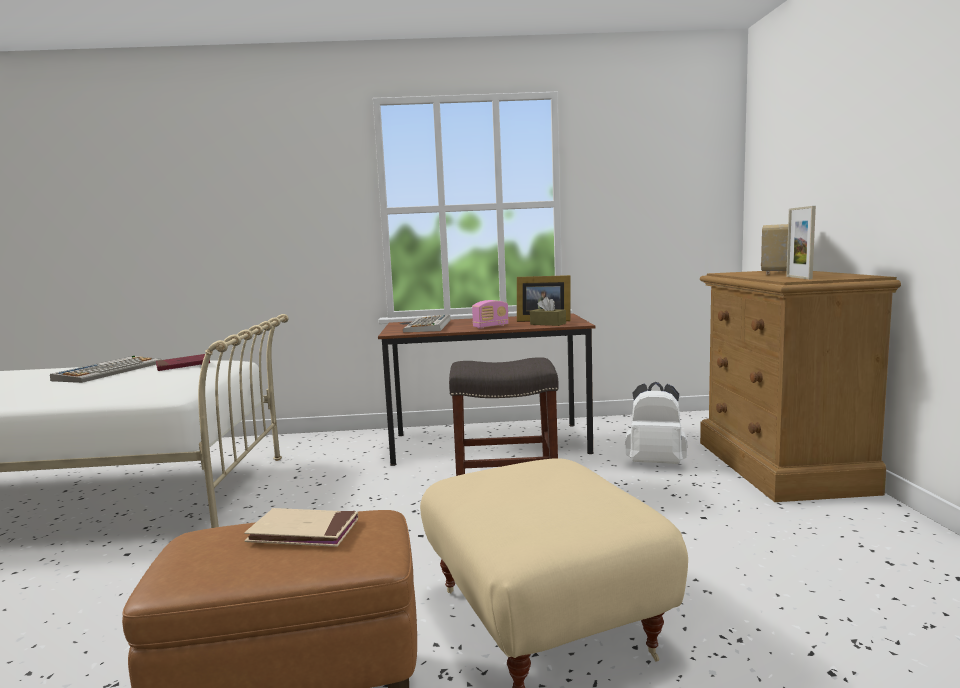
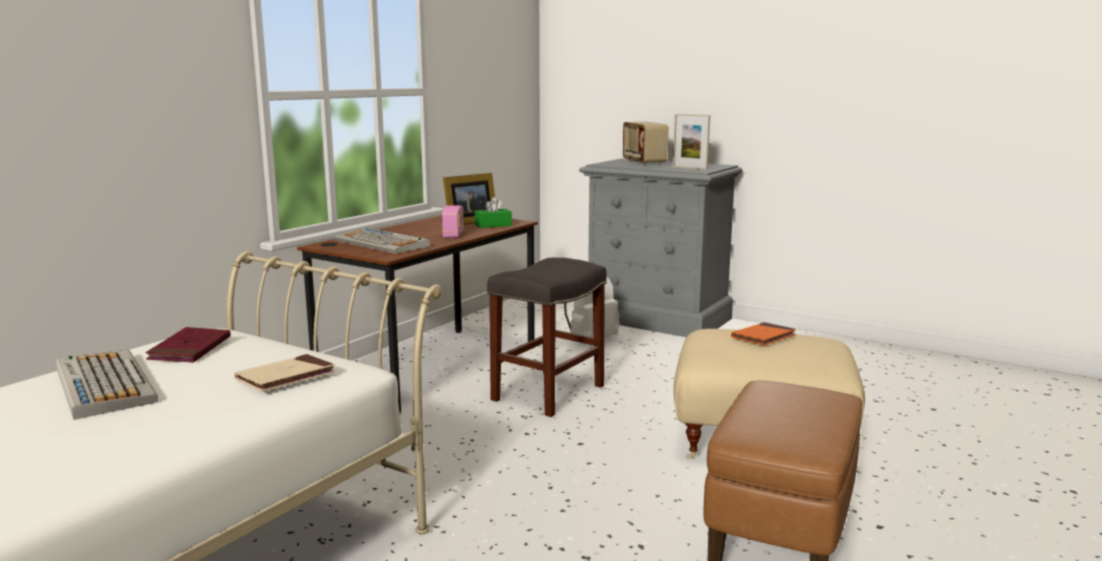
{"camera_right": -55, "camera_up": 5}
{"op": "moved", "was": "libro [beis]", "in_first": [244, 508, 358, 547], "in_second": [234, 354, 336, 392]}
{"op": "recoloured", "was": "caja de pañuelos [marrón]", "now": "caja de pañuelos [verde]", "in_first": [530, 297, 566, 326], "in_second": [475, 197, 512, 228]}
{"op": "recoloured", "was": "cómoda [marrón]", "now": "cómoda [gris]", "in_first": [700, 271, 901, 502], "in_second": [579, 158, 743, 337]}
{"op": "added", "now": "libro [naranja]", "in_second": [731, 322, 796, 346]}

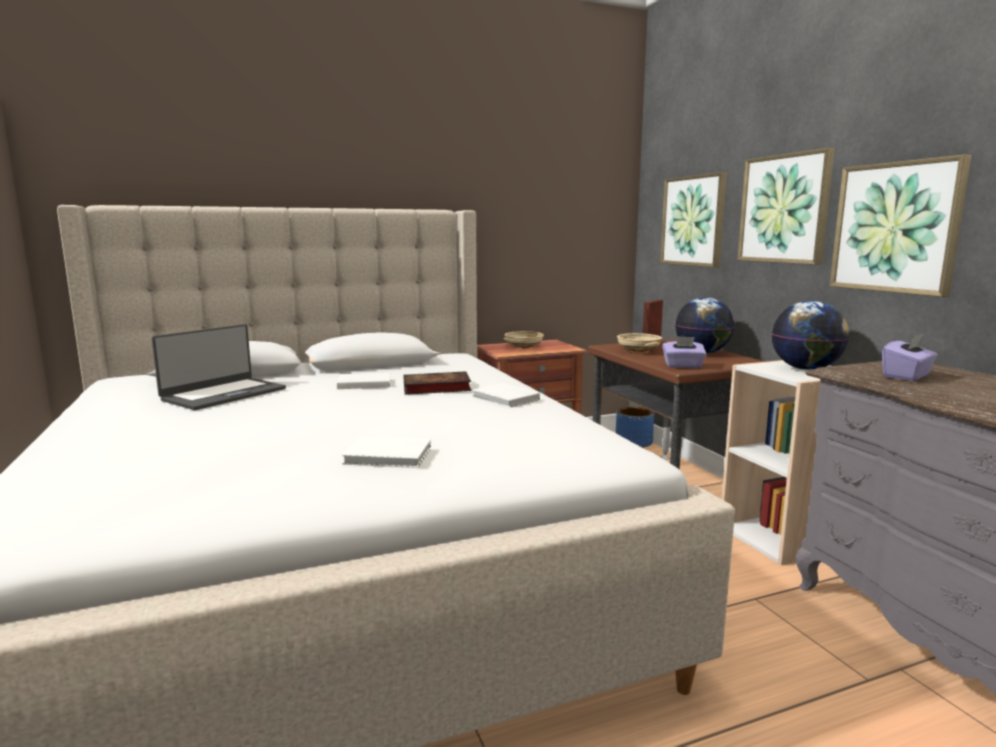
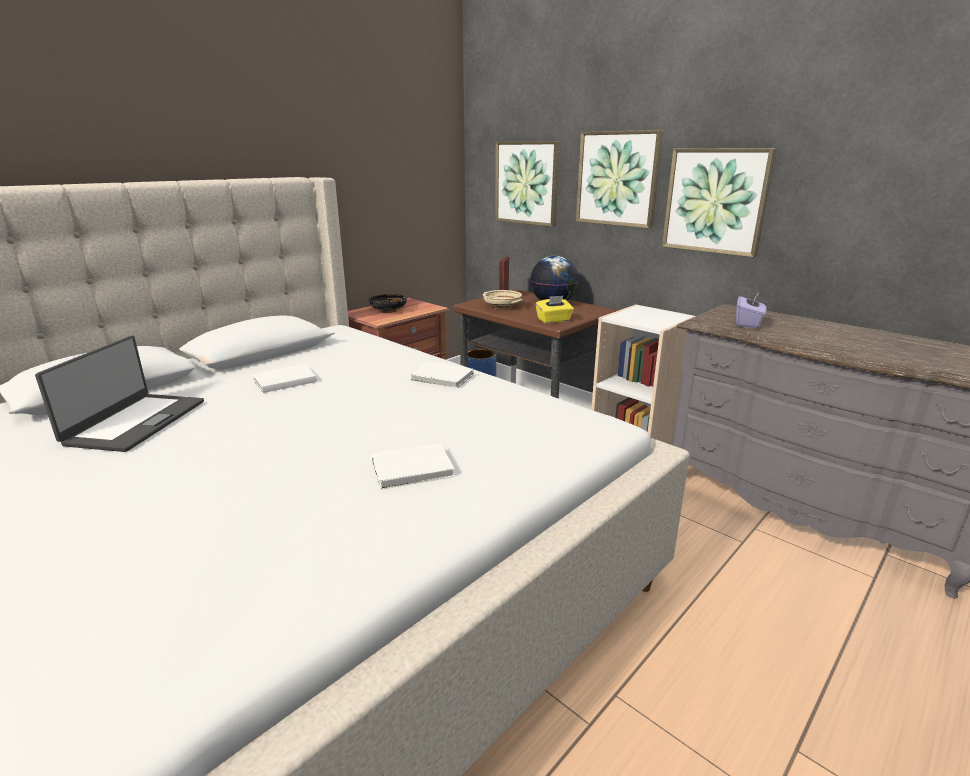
{"camera_right": -25, "camera_up": 10}
{"op": "recoloured", "was": "cuenco [beis]", "now": "cuenco [negro]", "in_first": [503, 331, 544, 349], "in_second": [369, 294, 407, 313]}
{"op": "recoloured", "was": "caja de pañuelos [morado]", "now": "caja de pañuelos [amarillo]", "in_first": [662, 336, 707, 368], "in_second": [535, 295, 574, 323]}
{"op": "removed", "was": "libro", "in_first": [403, 371, 471, 395]}
{"op": "removed", "was": "globo terráqueo", "in_first": [772, 301, 849, 370]}

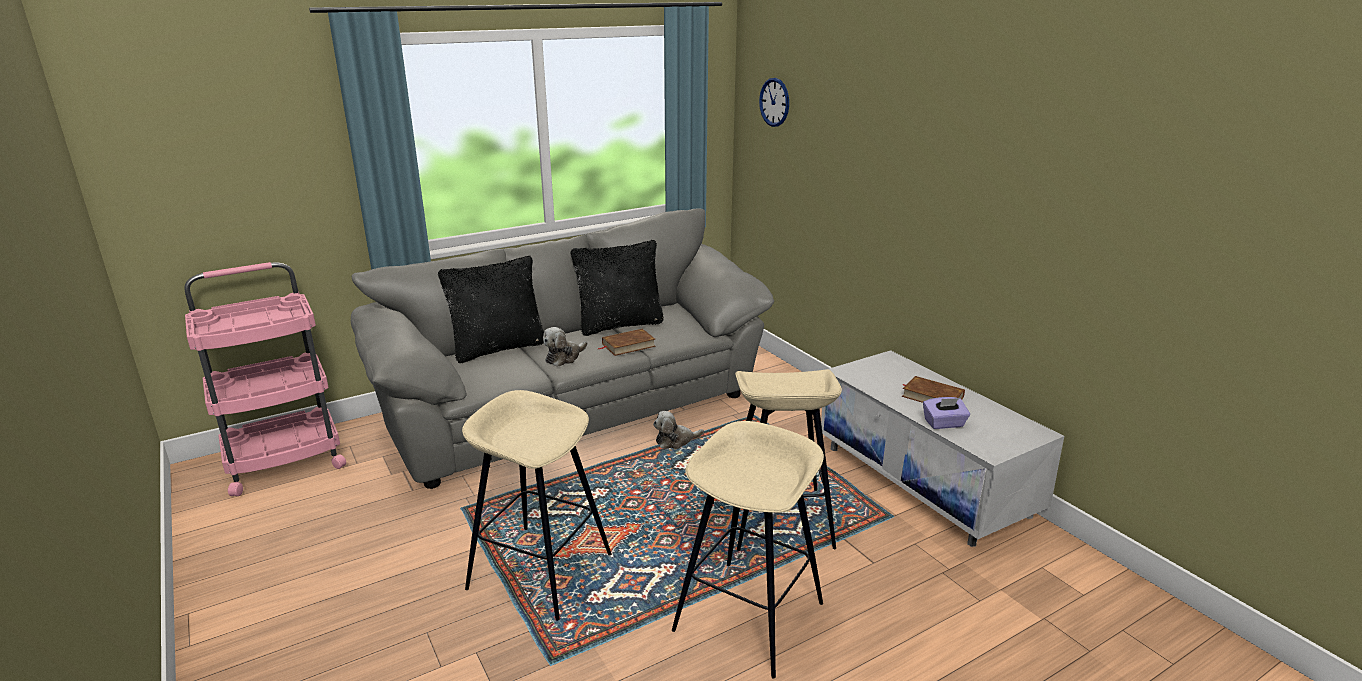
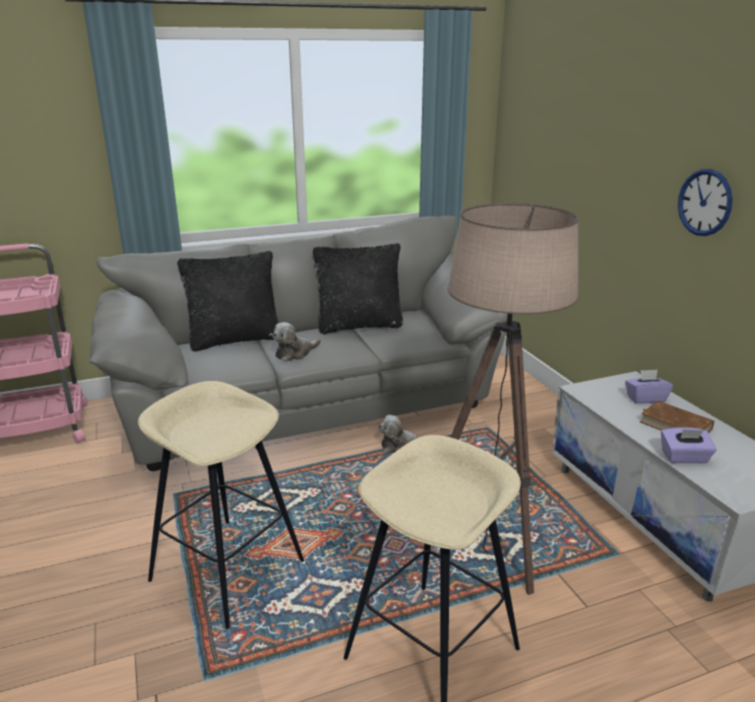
{"camera_right": 10, "camera_up": 0}
{"op": "replaced", "was": "taburete [beis]", "now": "lámpara de pie", "in_first": [735, 369, 842, 551], "in_second": [448, 203, 579, 595]}
{"op": "added", "now": "caja de pañuelos [morado]", "in_second": [625, 370, 673, 404]}
{"op": "moved", "was": "reloj de pared", "in_first": [759, 78, 789, 127], "in_second": [678, 169, 733, 236]}
{"op": "removed", "was": "libro [marrón]", "in_first": [597, 329, 656, 356]}

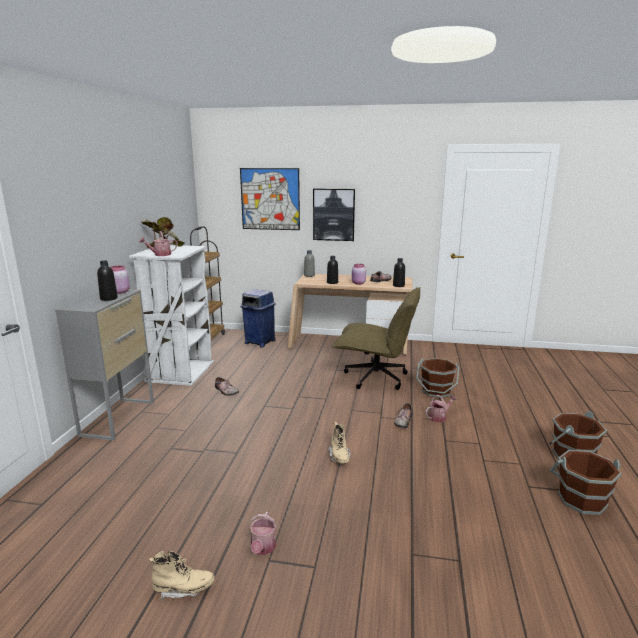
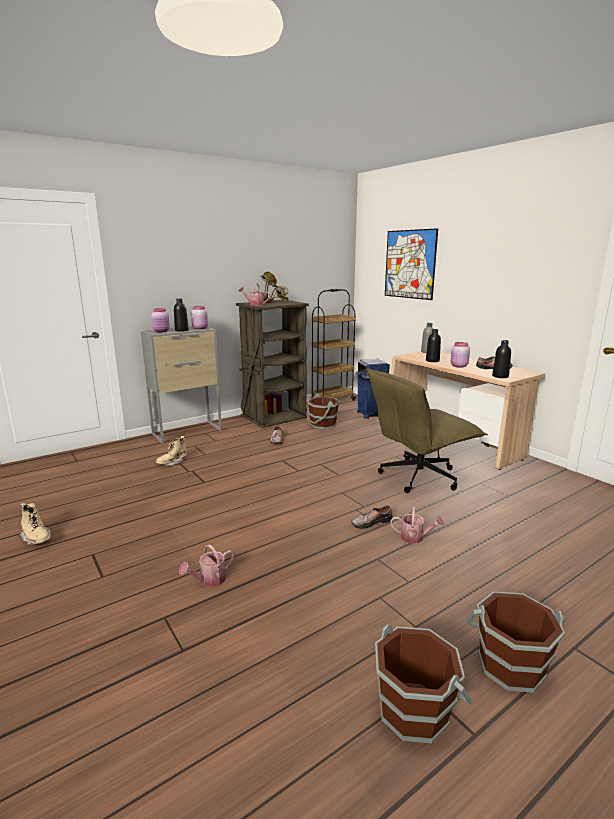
{"camera_right": 45, "camera_up": 0}
{"op": "added", "now": "tarro [rosa]", "in_second": [151, 308, 170, 332]}
{"op": "moved", "was": "bota [beis]", "in_first": [328, 422, 351, 463], "in_second": [156, 436, 187, 466]}
{"op": "moved", "was": "regadera", "in_first": [249, 512, 277, 555], "in_second": [179, 544, 234, 587]}
{"op": "recoloured", "was": "estantería [blanco]", "now": "estantería [marrón]", "in_first": [129, 245, 214, 386], "in_second": [236, 300, 309, 428]}
{"op": "moved", "was": "cubo [marrón]", "in_first": [416, 358, 460, 398], "in_second": [307, 393, 340, 429]}
{"op": "turned", "was": "silla de oficina [beis]", "in_first": [331, 287, 420, 390], "in_second": [366, 368, 488, 493], "clockwise": 90}
{"op": "removed", "was": "cuadro", "in_first": [313, 189, 355, 241]}

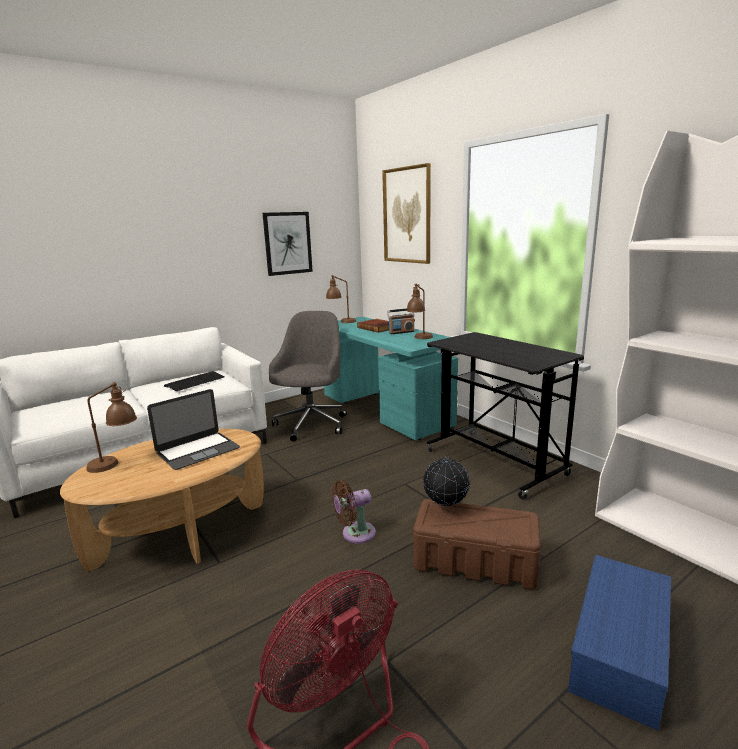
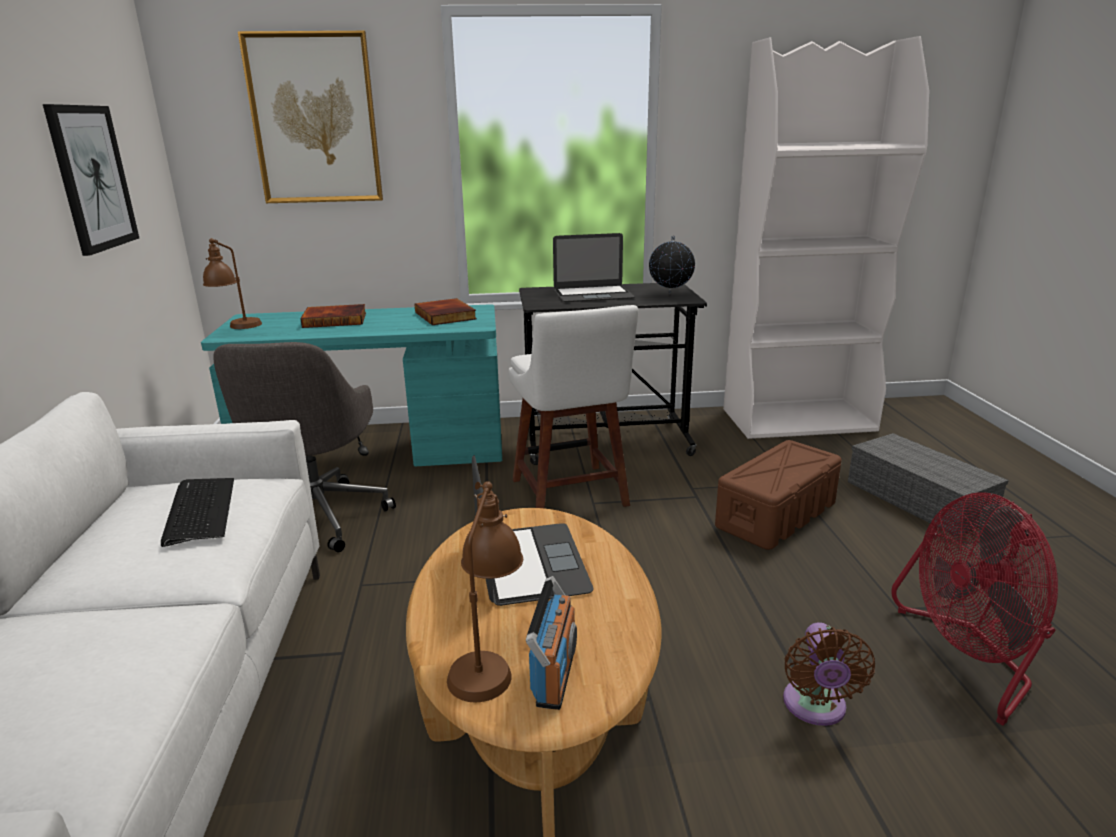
{"camera_right": -60, "camera_up": 5}
{"op": "turned", "was": "silla de oficina [gris]", "in_first": [269, 311, 347, 442], "in_second": [213, 342, 396, 553], "clockwise": -135}
{"op": "replaced", "was": "lámpara de mesa [marrón]", "now": "libro", "in_first": [407, 284, 433, 339], "in_second": [414, 298, 477, 325]}
{"op": "added", "now": "taburete [blanco]", "in_second": [508, 305, 639, 508]}
{"op": "moved", "was": "radio", "in_first": [387, 309, 415, 334], "in_second": [526, 576, 577, 710]}
{"op": "added", "now": "portátil", "in_second": [553, 233, 635, 302]}
{"op": "moved", "was": "globo terráqueo", "in_first": [423, 456, 470, 508], "in_second": [649, 236, 695, 294]}
{"op": "moved", "was": "ventilador [marrón]", "in_first": [331, 480, 376, 544], "in_second": [783, 622, 875, 726]}
{"op": "recoloured", "was": "caja de almacenaje [azul]", "now": "caja de almacenaje [gris]", "in_first": [568, 555, 671, 731], "in_second": [848, 433, 1009, 536]}

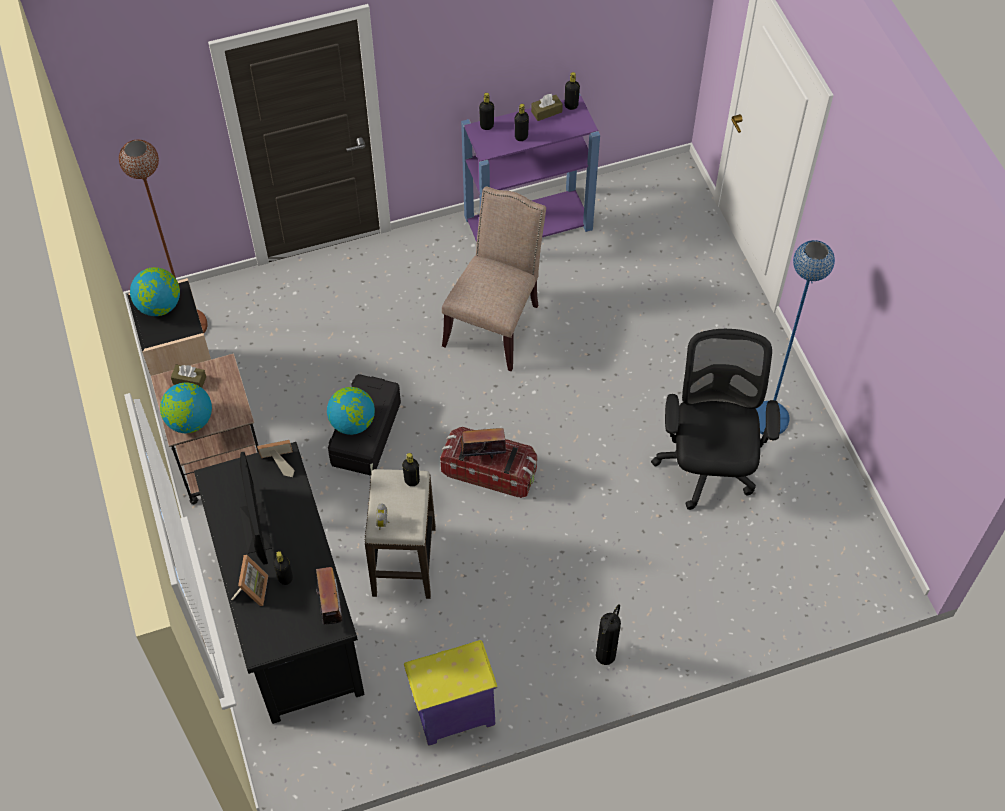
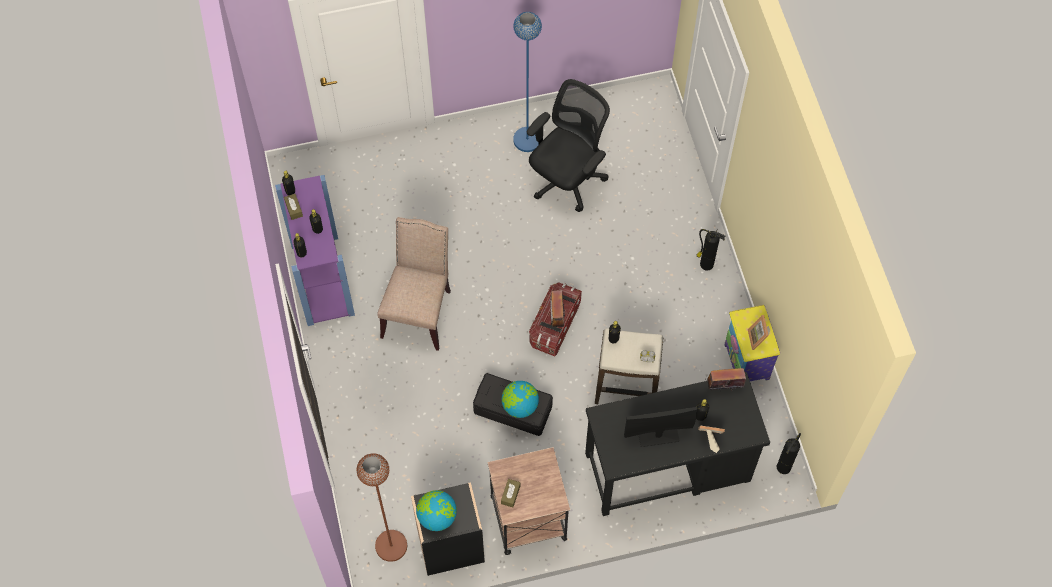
{"camera_right": -85, "camera_up": 5}
{"op": "turned", "was": "silla [beis]", "in_first": [442, 186, 546, 371], "in_second": [377, 217, 451, 351], "clockwise": 75}
{"op": "turned", "was": "silla de oficina [negro]", "in_first": [651, 329, 780, 510], "in_second": [527, 79, 610, 212], "clockwise": 120}
{"op": "moved", "was": "portarretratos", "in_first": [257, 440, 295, 477], "in_second": [748, 315, 770, 350]}
{"op": "added", "now": "extintor", "in_second": [777, 433, 801, 474]}
{"op": "removed", "was": "globo terráqueo", "in_first": [160, 382, 212, 433]}

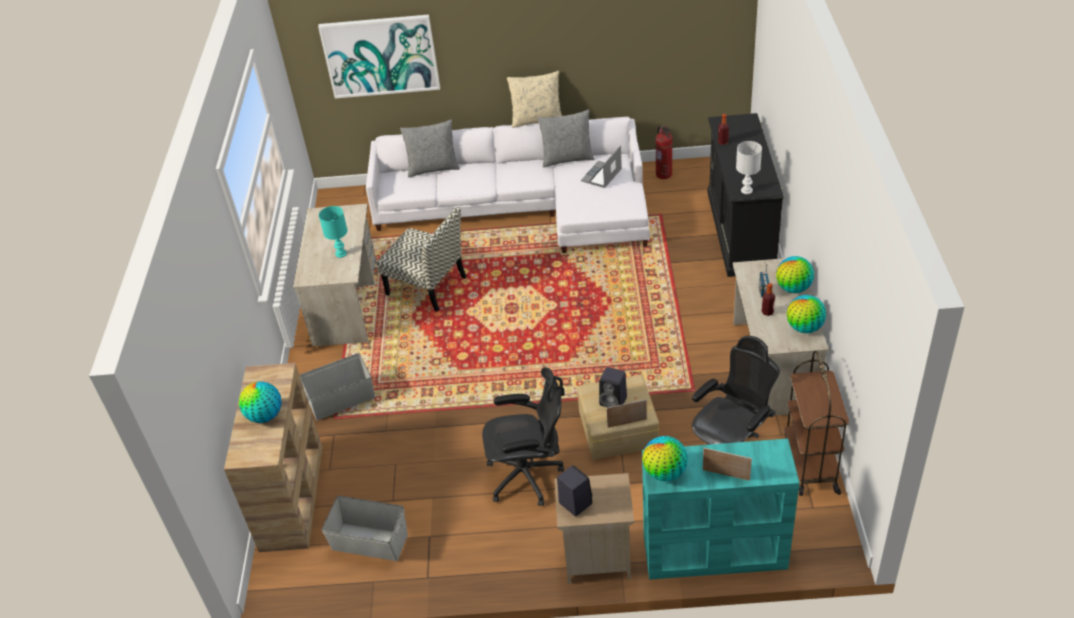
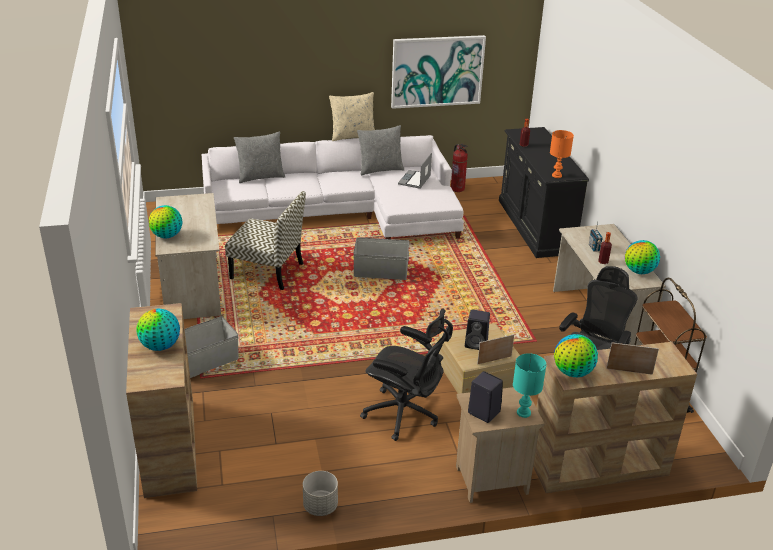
{"camera_right": -15, "camera_up": -10}
{"op": "moved", "was": "globo terráqueo", "in_first": [776, 256, 814, 293], "in_second": [149, 205, 182, 238]}
{"op": "added", "now": "maceta [gris]", "in_second": [303, 471, 338, 516]}
{"op": "moved", "was": "caja de almacenaje [gris]", "in_first": [322, 496, 408, 561], "in_second": [353, 237, 409, 280]}
{"op": "turned", "was": "silla de oficina", "in_first": [482, 367, 565, 506], "in_second": [360, 308, 453, 441], "clockwise": 45}
{"op": "moved", "was": "cuadro", "in_first": [318, 15, 440, 99], "in_second": [391, 35, 486, 109]}
{"op": "moved", "was": "lámpara de mesa [turquesa]", "in_first": [319, 206, 348, 258], "in_second": [513, 353, 546, 418]}
{"op": "recoloured", "was": "estantería [turquesa]", "now": "estantería [marrón]", "in_first": [642, 439, 800, 580], "in_second": [533, 342, 697, 493]}
{"op": "recoloured", "was": "lámpara de mesa [blanco]", "now": "lámpara de mesa [naranja]", "in_first": [736, 141, 762, 194], "in_second": [550, 130, 574, 178]}

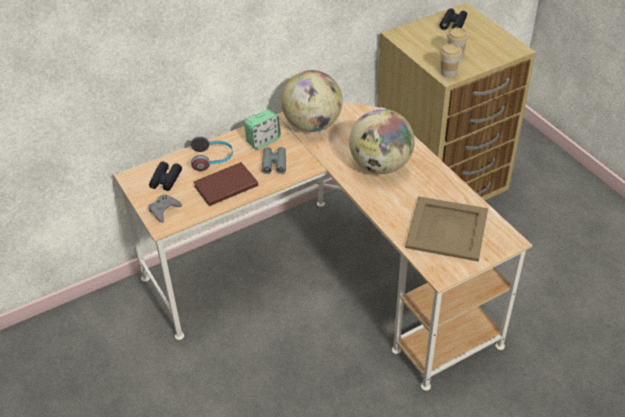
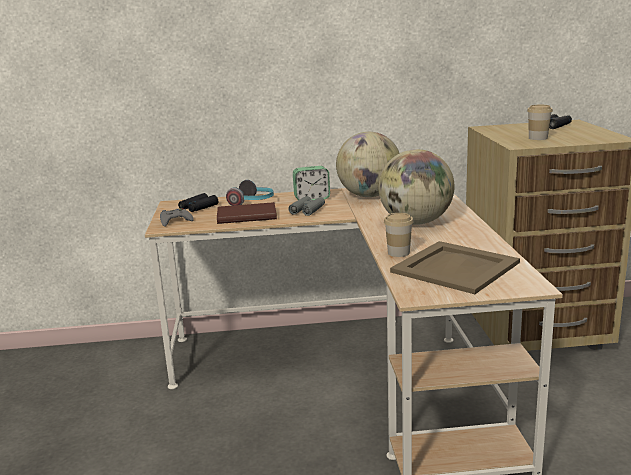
{"camera_right": 25, "camera_up": -25}
{"op": "moved", "was": "taza", "in_first": [440, 44, 462, 78], "in_second": [384, 213, 413, 257]}

